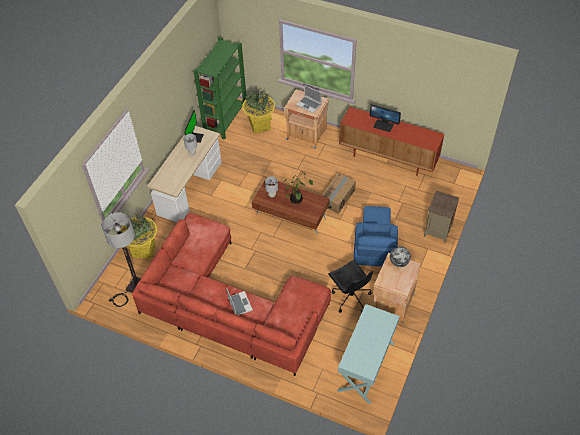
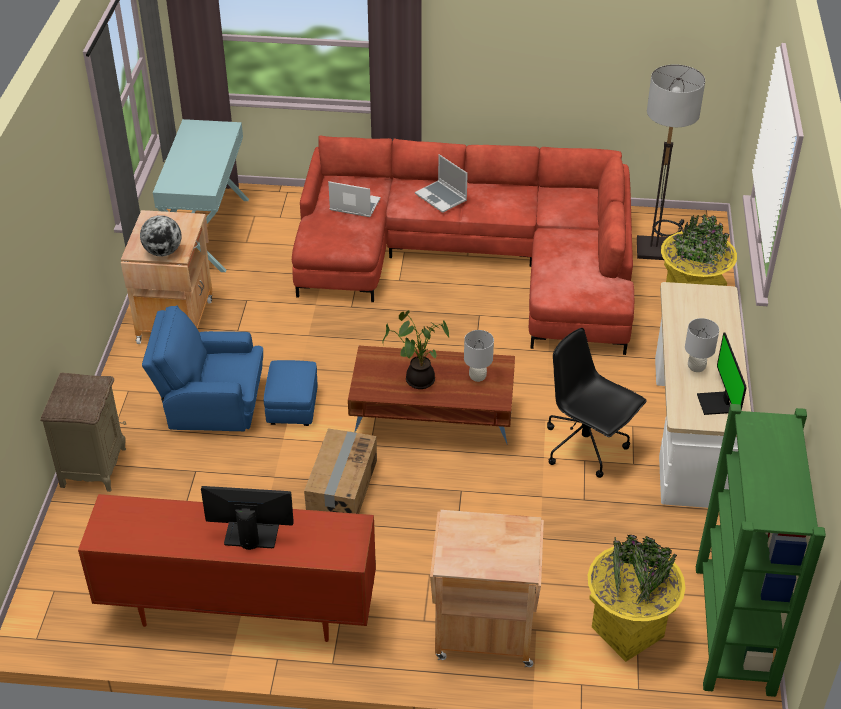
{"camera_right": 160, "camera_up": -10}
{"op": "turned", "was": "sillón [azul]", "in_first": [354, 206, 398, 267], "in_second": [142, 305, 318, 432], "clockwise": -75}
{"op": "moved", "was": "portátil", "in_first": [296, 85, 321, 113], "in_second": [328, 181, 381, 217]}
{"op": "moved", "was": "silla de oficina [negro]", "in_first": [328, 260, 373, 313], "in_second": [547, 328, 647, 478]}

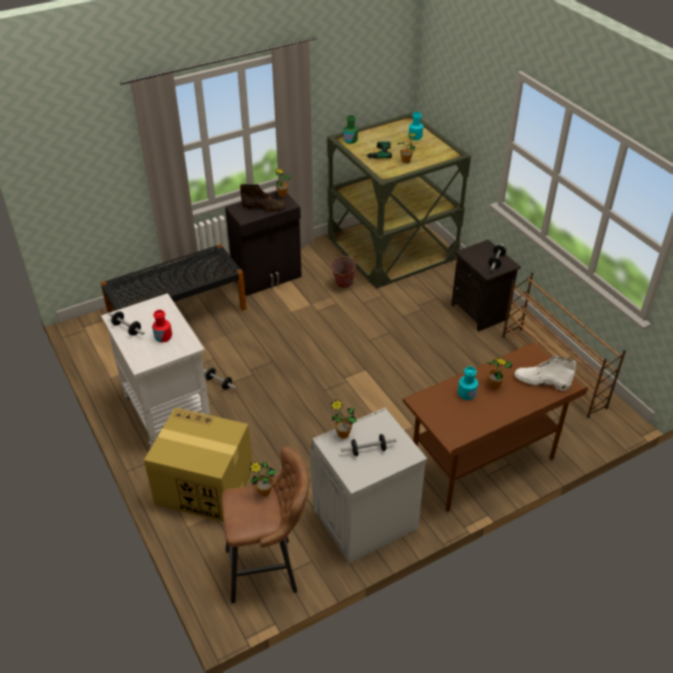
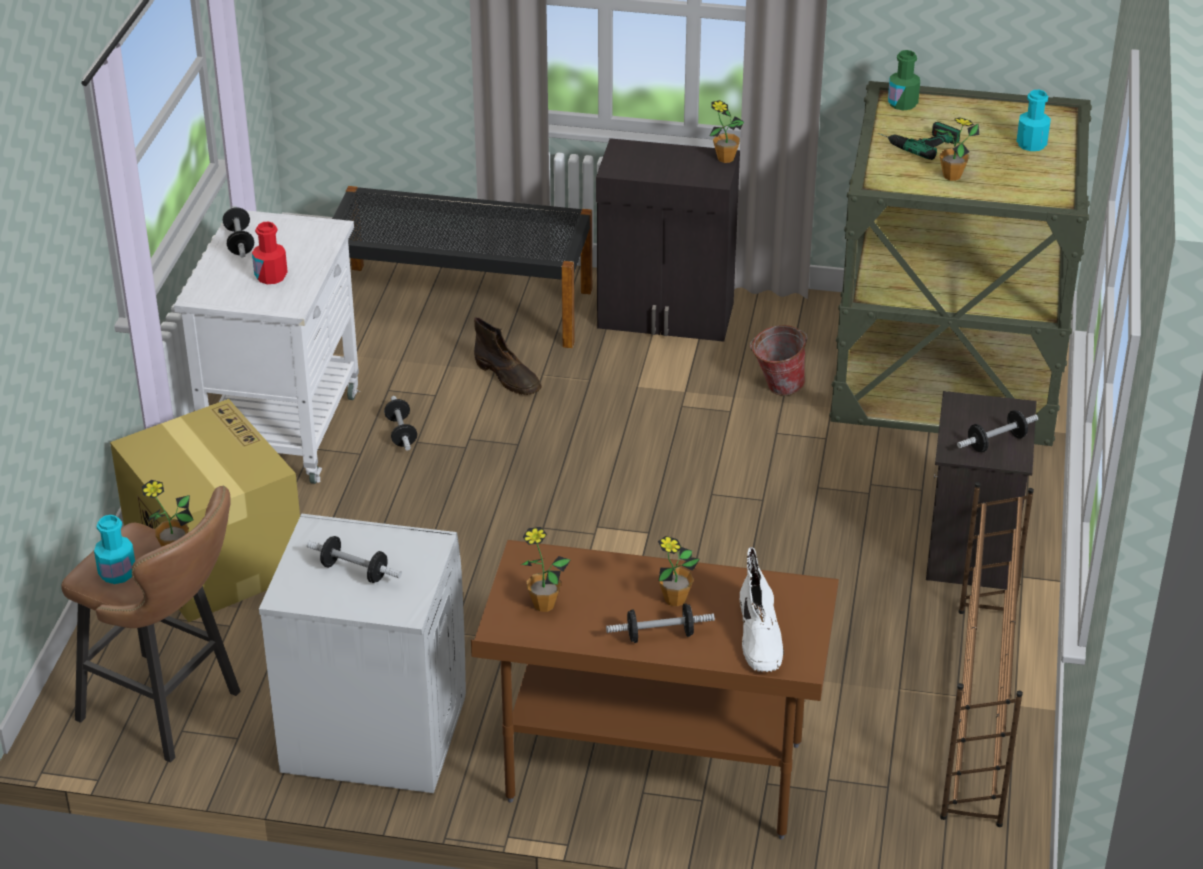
{"camera_right": 40, "camera_up": -5}
{"op": "moved", "was": "botella [turquesa]", "in_first": [458, 366, 478, 400], "in_second": [94, 515, 135, 584]}
{"op": "moved", "was": "bota [marrón]", "in_first": [240, 184, 286, 212], "in_second": [474, 317, 542, 395]}
{"op": "moved", "was": "planta en maceta", "in_first": [331, 399, 357, 439], "in_second": [521, 527, 571, 612]}
{"op": "added", "now": "mancuerna", "in_second": [606, 603, 715, 643]}
{"op": "turned", "was": "bota [blanco]", "in_first": [515, 356, 576, 391], "in_second": [740, 547, 784, 672], "clockwise": -150}

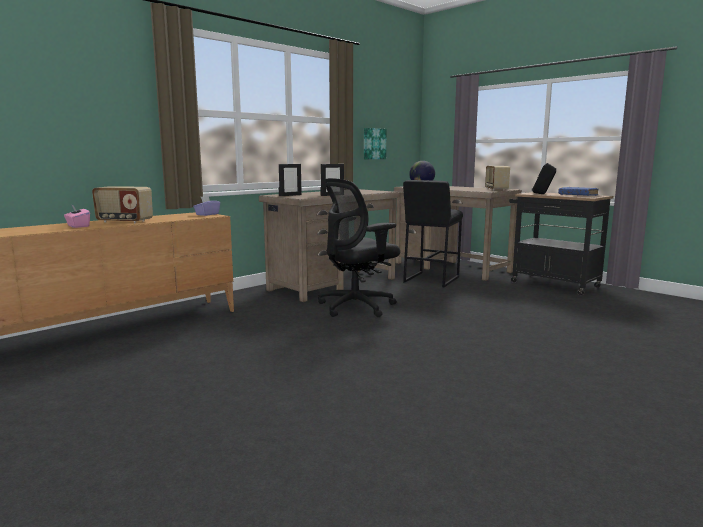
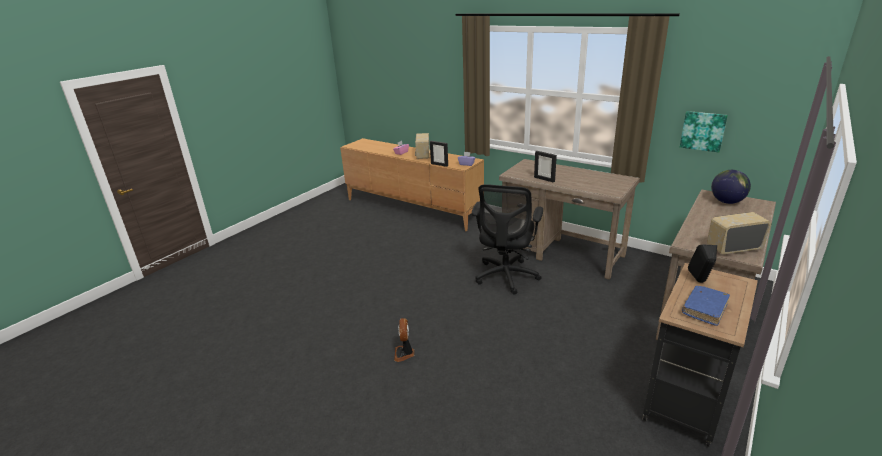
{"camera_right": 80, "camera_up": 15}
{"op": "added", "now": "ventilador", "in_second": [394, 318, 414, 362]}
{"op": "moved", "was": "portarretratos", "in_first": [279, 164, 302, 196], "in_second": [430, 141, 448, 167]}
{"op": "turned", "was": "silla de oficina [negro]", "in_first": [318, 178, 400, 317], "in_second": [472, 184, 543, 295], "clockwise": -120}
{"op": "removed", "was": "taburete [negro]", "in_first": [403, 180, 463, 287]}

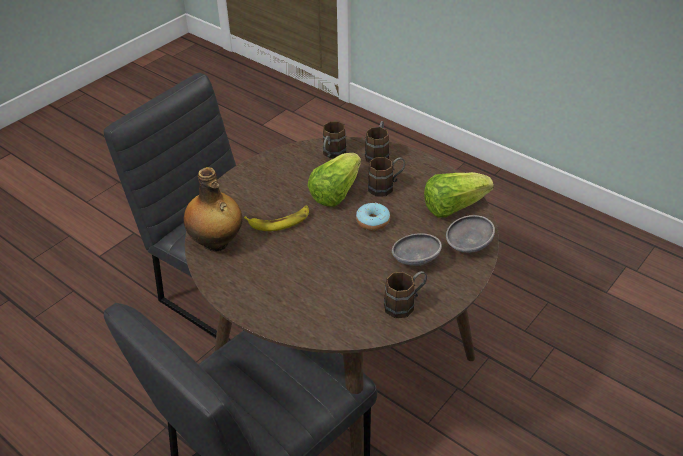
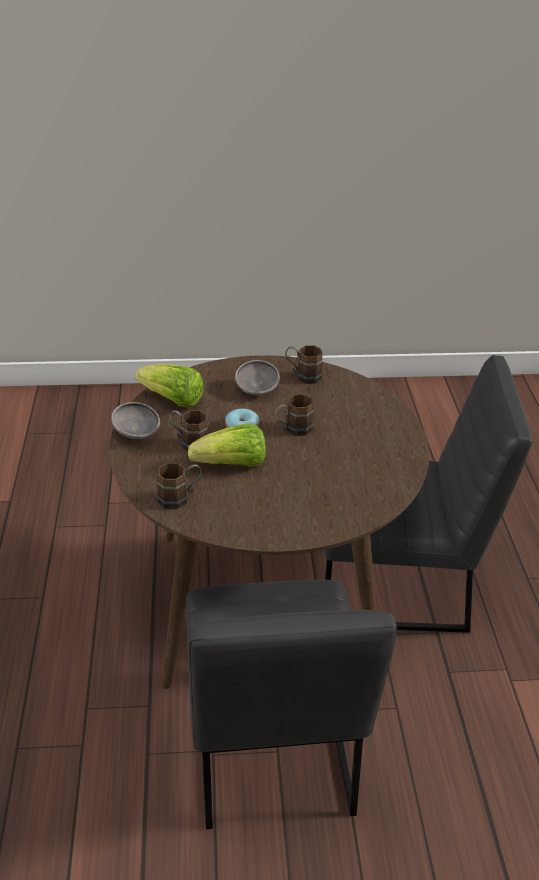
{"camera_right": -135, "camera_up": -5}
{"op": "moved", "was": "cuenco [gris]", "in_first": [446, 215, 495, 253], "in_second": [111, 402, 160, 439]}
{"op": "moved", "was": "taza grande [marrón]", "in_first": [365, 121, 389, 163], "in_second": [275, 394, 313, 436]}
{"op": "removed", "was": "botella", "in_first": [183, 167, 242, 252]}
{"op": "removed", "was": "plátano", "in_first": [244, 205, 309, 231]}

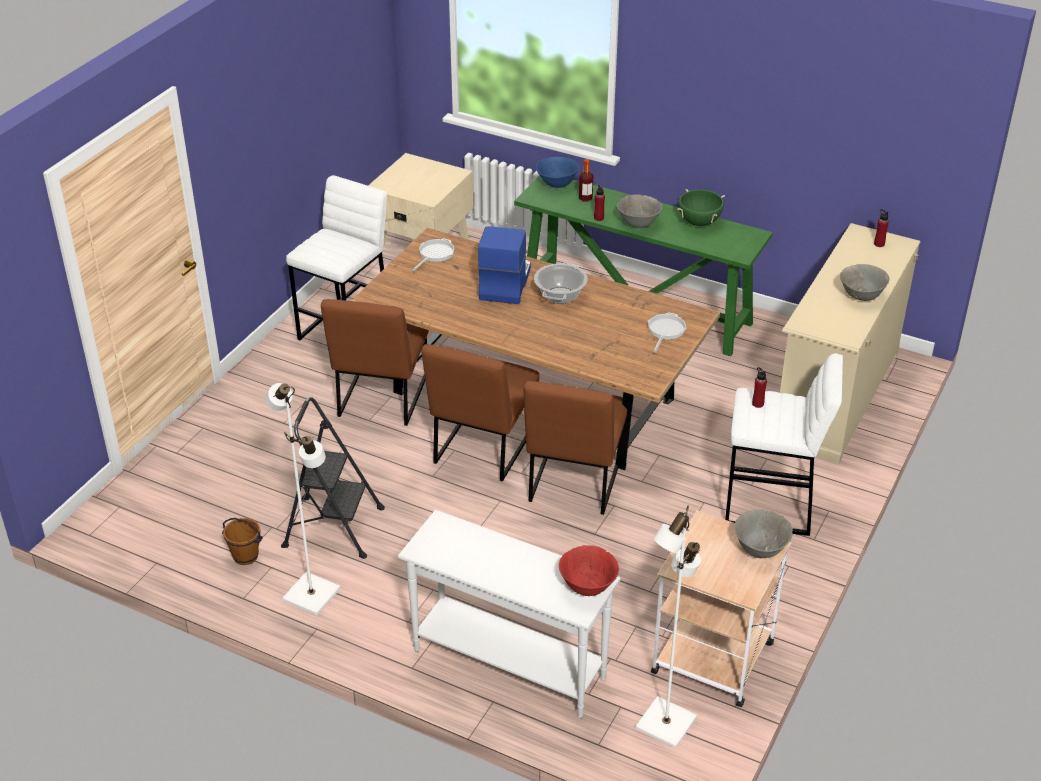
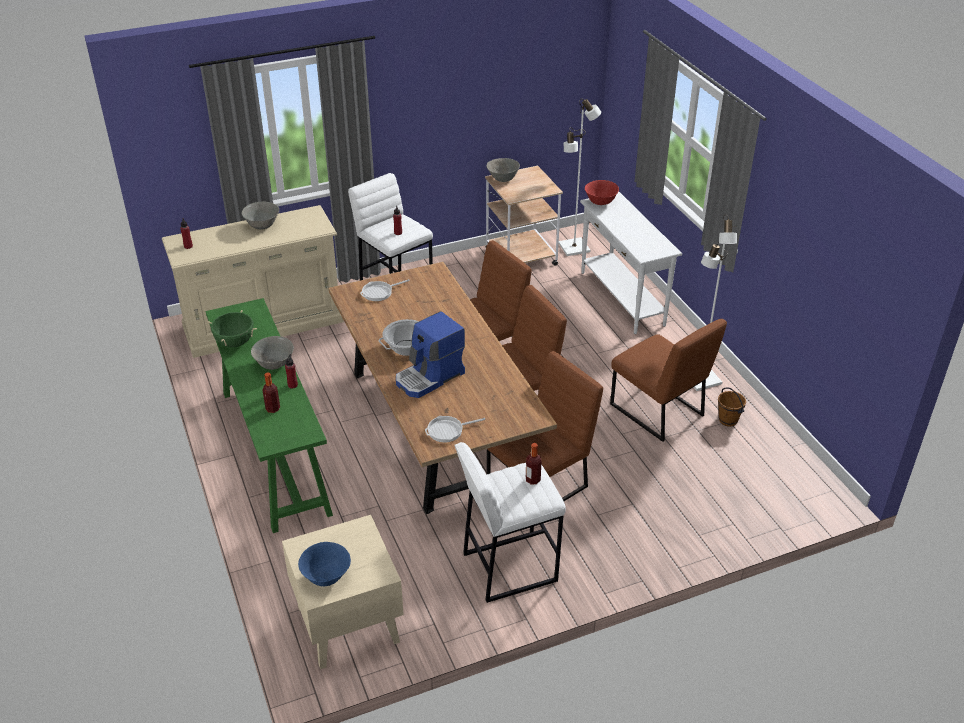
{"camera_right": -140, "camera_up": 0}
{"op": "moved", "was": "cuenco [azul]", "in_first": [536, 157, 579, 188], "in_second": [298, 542, 351, 586]}
{"op": "added", "now": "botella", "in_second": [526, 443, 542, 485]}
{"op": "replaced", "was": "escalera de tijera [negro]", "now": "silla [marrón]", "in_first": [281, 397, 385, 559], "in_second": [610, 319, 727, 442]}

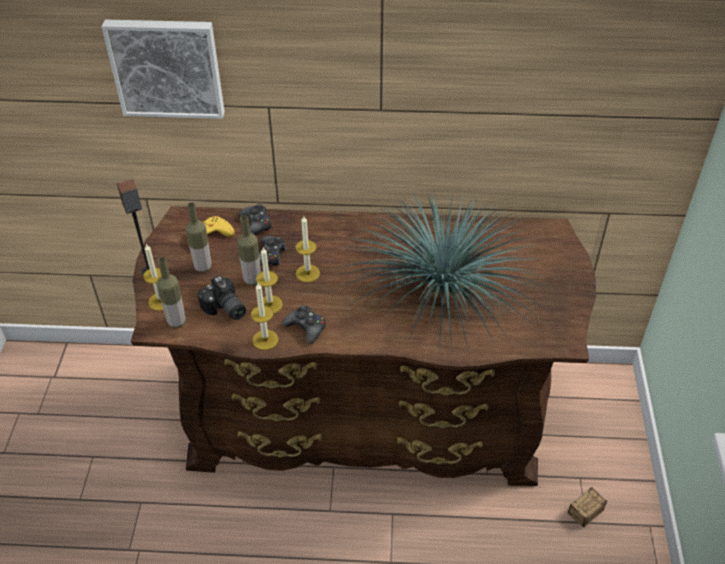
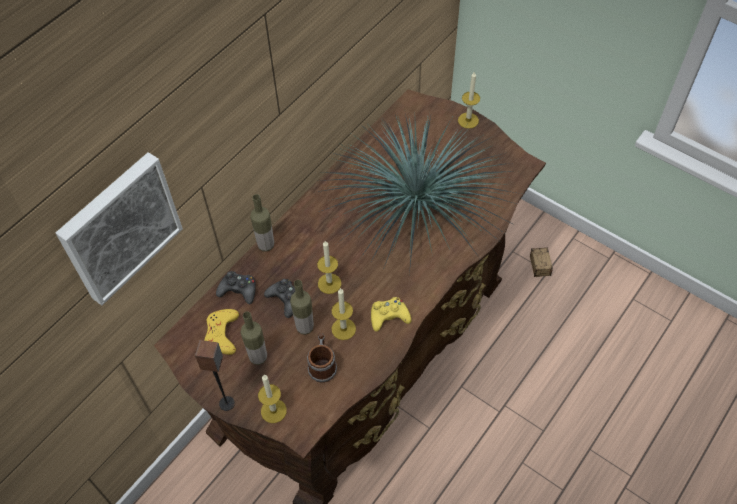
{"camera_right": -55, "camera_up": 10}
{"op": "moved", "was": "botella", "in_first": [157, 257, 186, 328], "in_second": [250, 194, 274, 252]}
{"op": "replaced", "was": "cámara", "now": "taza grande", "in_first": [198, 275, 246, 320], "in_second": [307, 333, 337, 383]}
{"op": "recoloured", "was": "mando de consola [negro]", "now": "mando de consola [amarillo]", "in_first": [282, 305, 326, 344], "in_second": [371, 297, 411, 332]}
{"op": "moved", "was": "vela", "in_first": [251, 283, 278, 350], "in_second": [458, 72, 480, 129]}

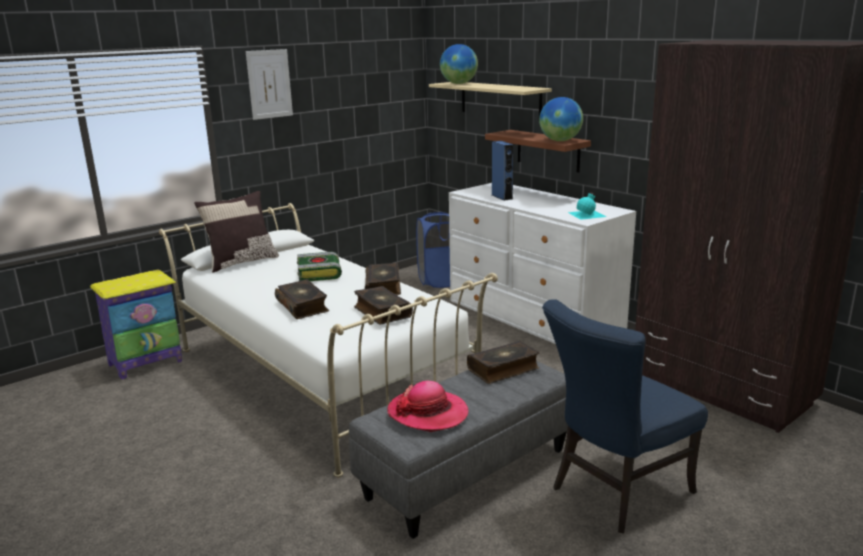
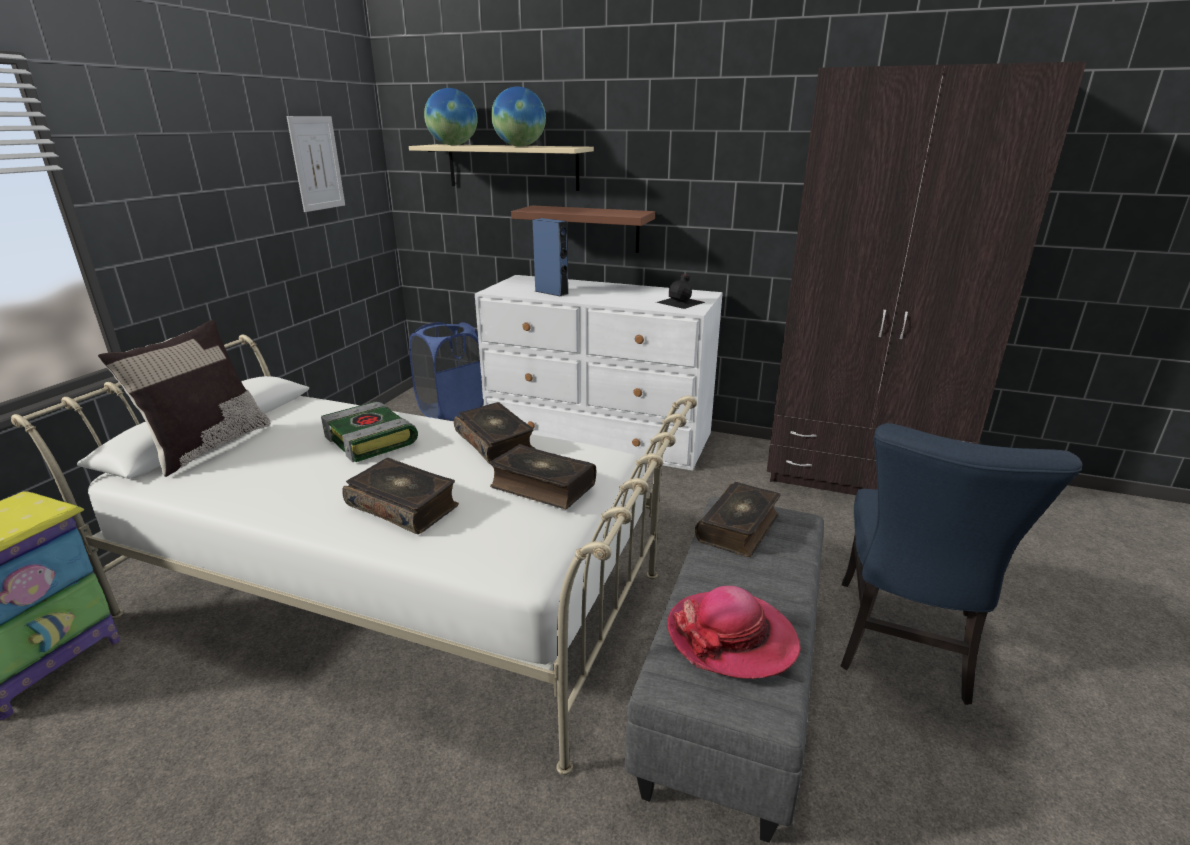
{"camera_right": -30, "camera_up": 5}
{"op": "moved", "was": "cuadro", "in_first": [246, 49, 293, 120], "in_second": [286, 116, 345, 212]}
{"op": "moved", "was": "globo terráqueo", "in_first": [539, 97, 583, 141], "in_second": [491, 87, 546, 147]}
{"op": "recoloured", "was": "botella [turquesa]", "now": "botella [negro]", "in_first": [567, 192, 607, 220], "in_second": [656, 274, 705, 309]}

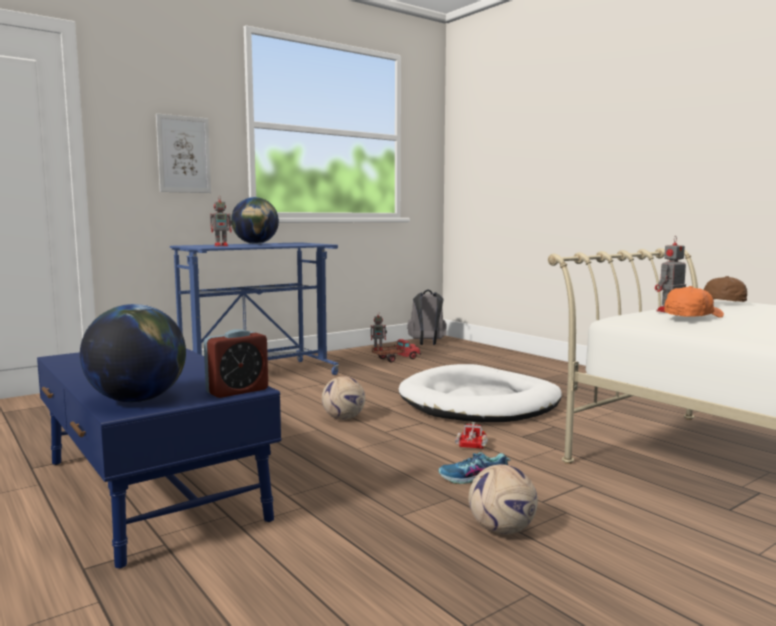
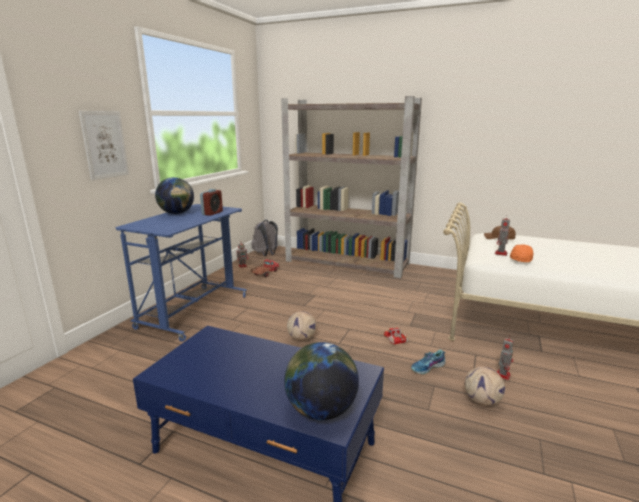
{"camera_right": -30, "camera_up": 10}
{"op": "moved", "was": "despertador", "in_first": [204, 329, 268, 398], "in_second": [200, 189, 223, 216]}
{"op": "added", "now": "estantería [marrón]", "in_second": [281, 96, 422, 278]}
{"op": "moved", "was": "robot de juguete", "in_first": [210, 195, 232, 246], "in_second": [497, 336, 514, 380]}
{"op": "removed", "was": "cama para perro [blanco]", "in_first": [399, 364, 562, 422]}

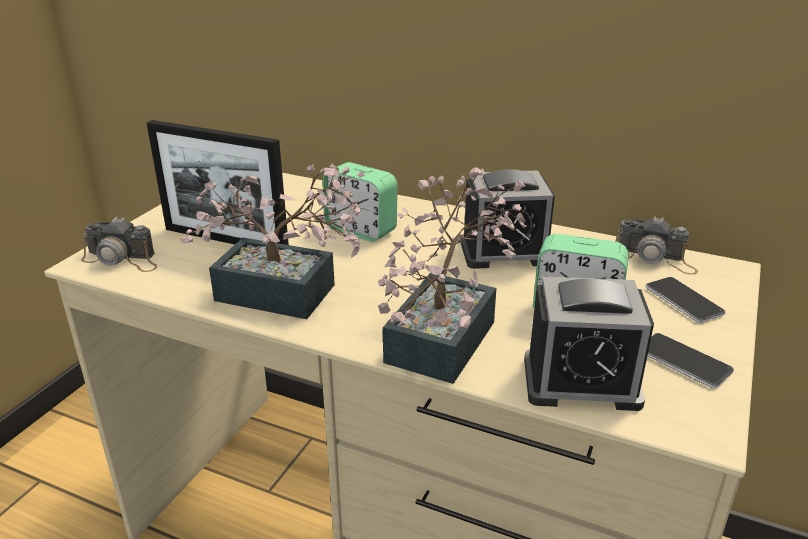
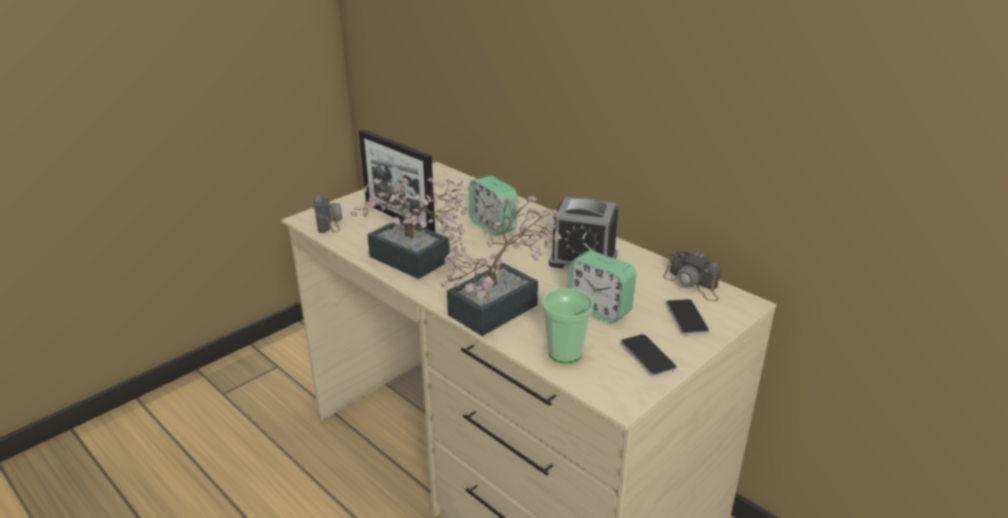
{"camera_right": 20, "camera_up": 0}
{"op": "turned", "was": "cámara", "in_first": [81, 217, 158, 272], "in_second": [314, 195, 342, 233], "clockwise": -135}
{"op": "replaced", "was": "despertador", "now": "taza", "in_first": [524, 276, 654, 411], "in_second": [542, 288, 594, 363]}

